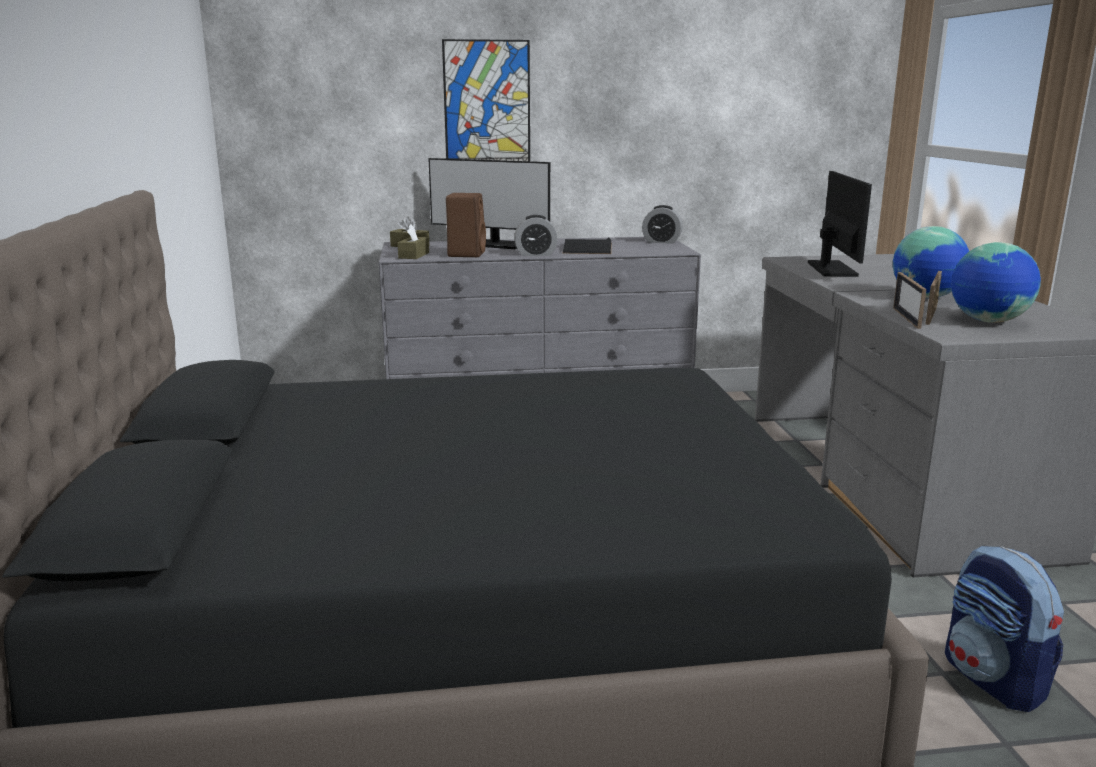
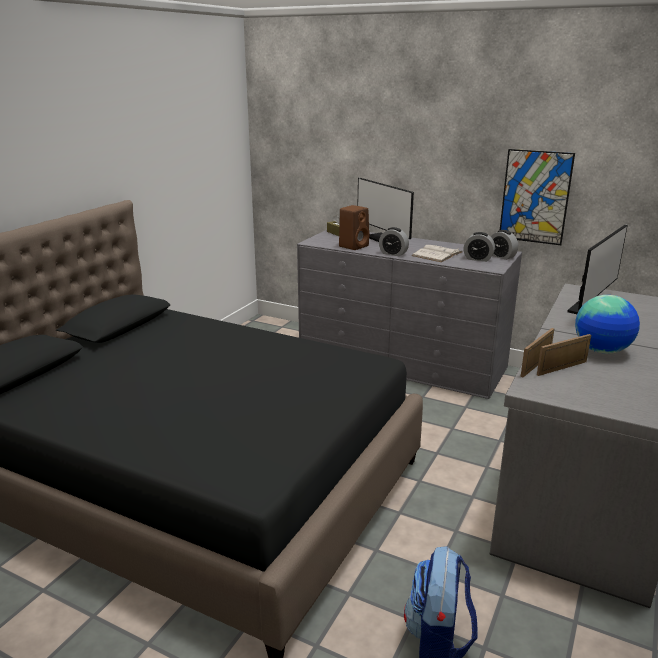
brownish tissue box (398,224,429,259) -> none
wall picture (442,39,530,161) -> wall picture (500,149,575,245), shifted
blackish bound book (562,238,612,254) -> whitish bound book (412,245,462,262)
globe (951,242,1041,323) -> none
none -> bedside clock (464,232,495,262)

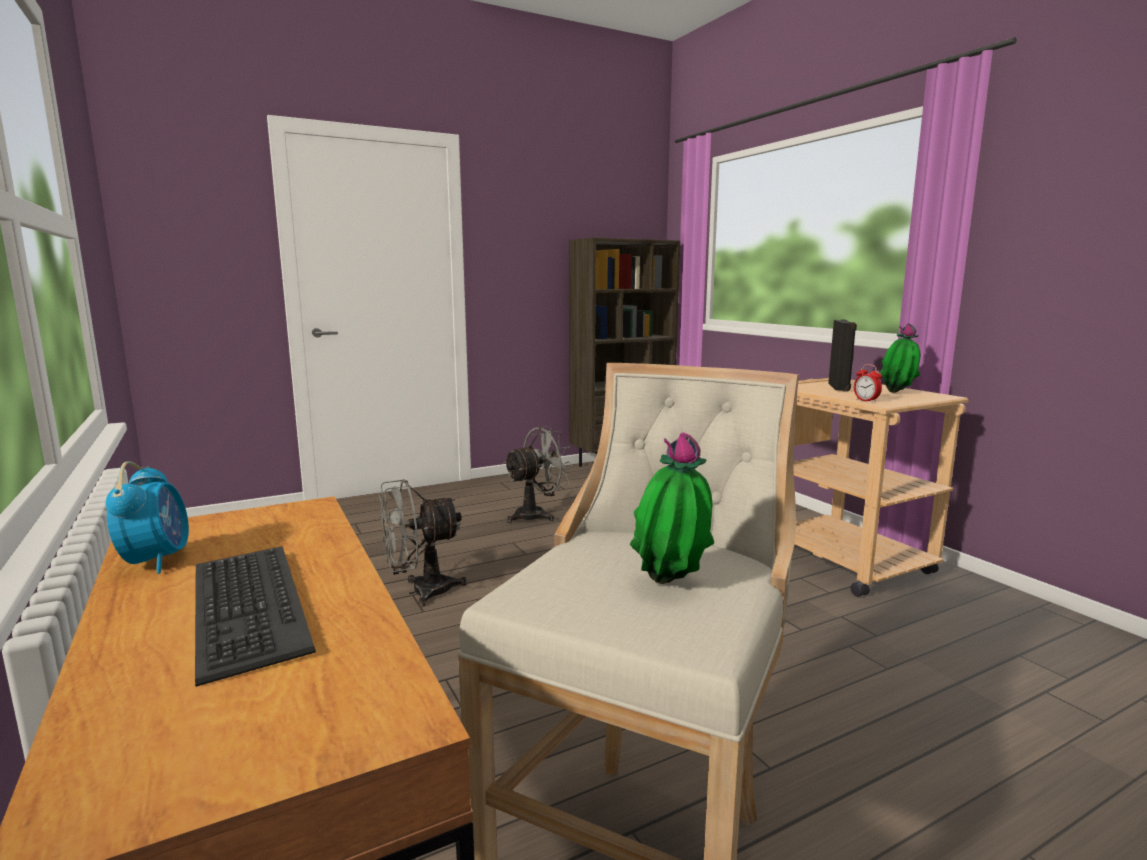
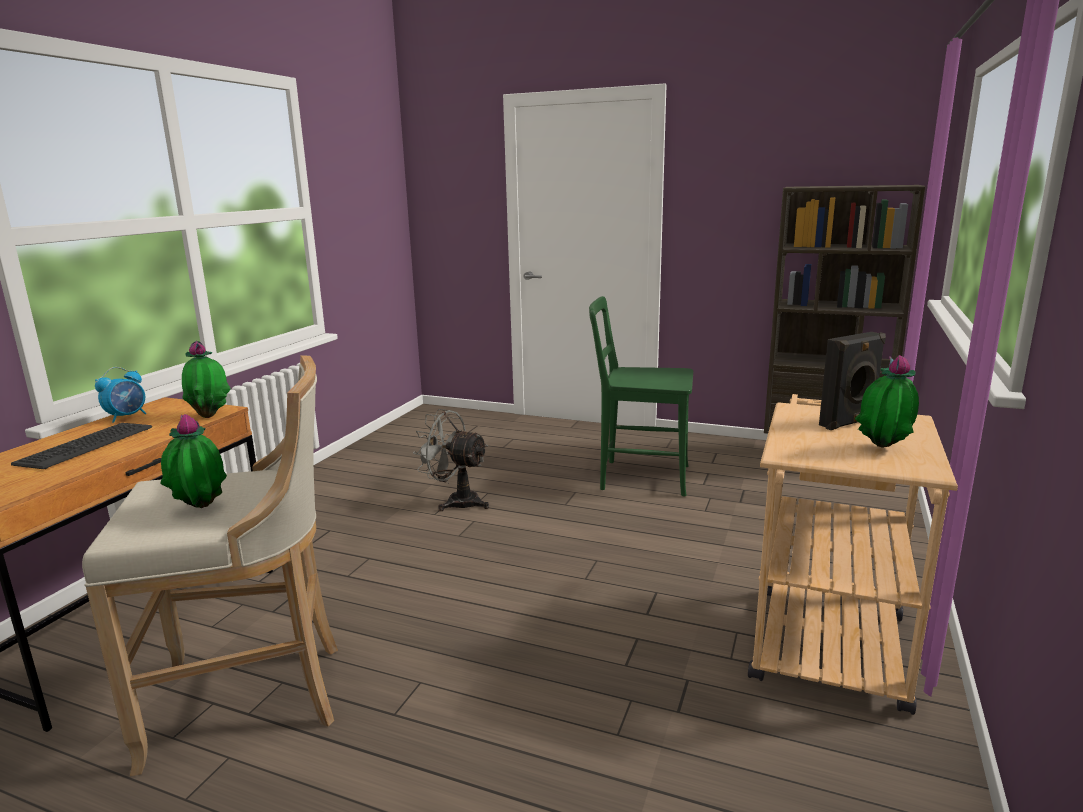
gray cooling fan (503,426,573,523) -> greenish plain chair (589,296,693,496)
bedside clock (854,364,882,403) -> none
none -> houseplant (182,341,231,418)

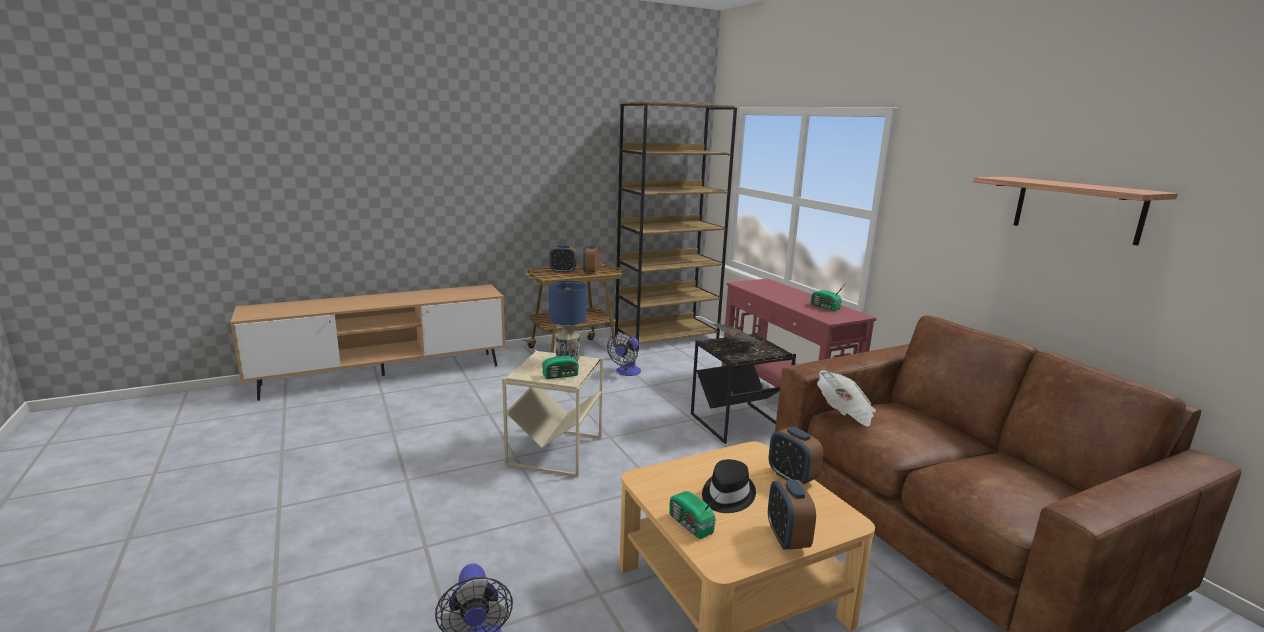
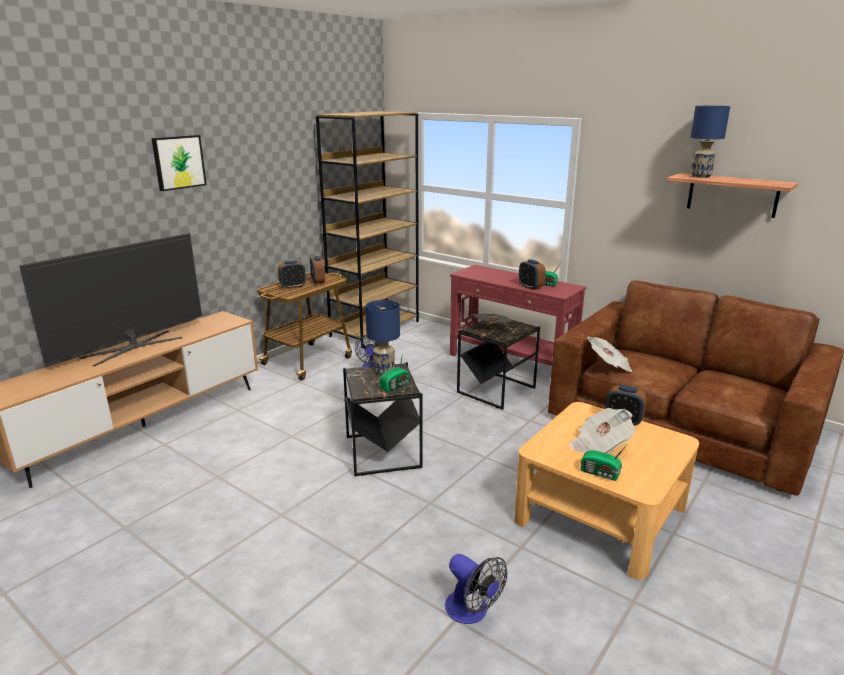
beige accent table (502,350,603,477) -> blackish accent table (343,362,422,476)
blackish clothing hat (702,459,756,513) -> printed paper (569,408,635,454)
bedside clock (768,479,816,550) -> bedside clock (519,259,546,290), shifted
none -> TV (19,233,202,366)
none -> wall picture (151,135,207,191)
none -> bluish tabletop lamp (691,106,730,178)

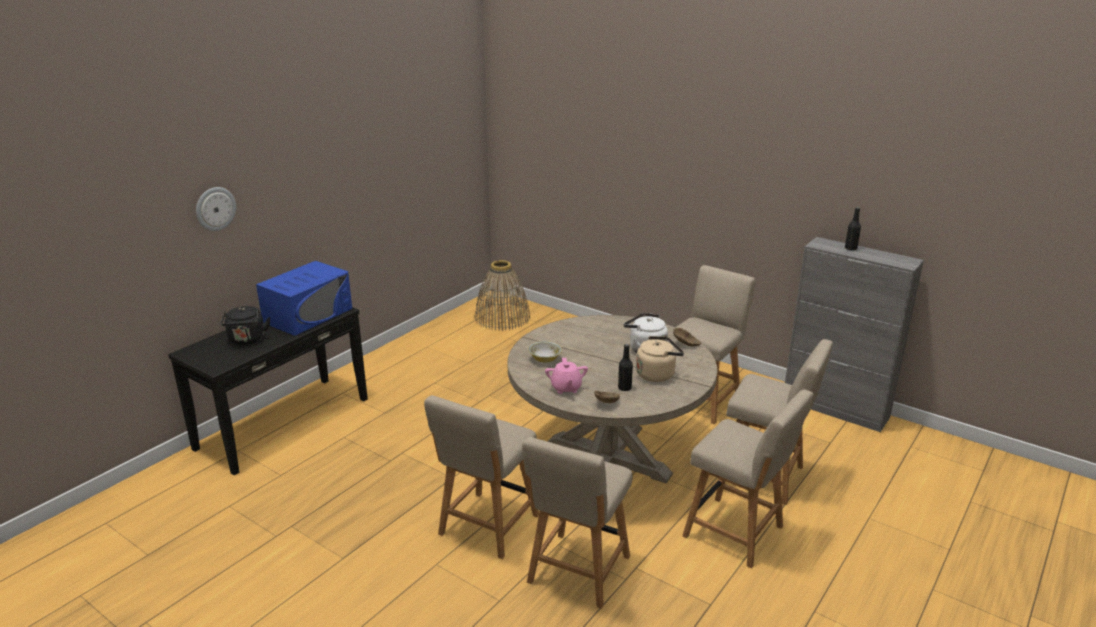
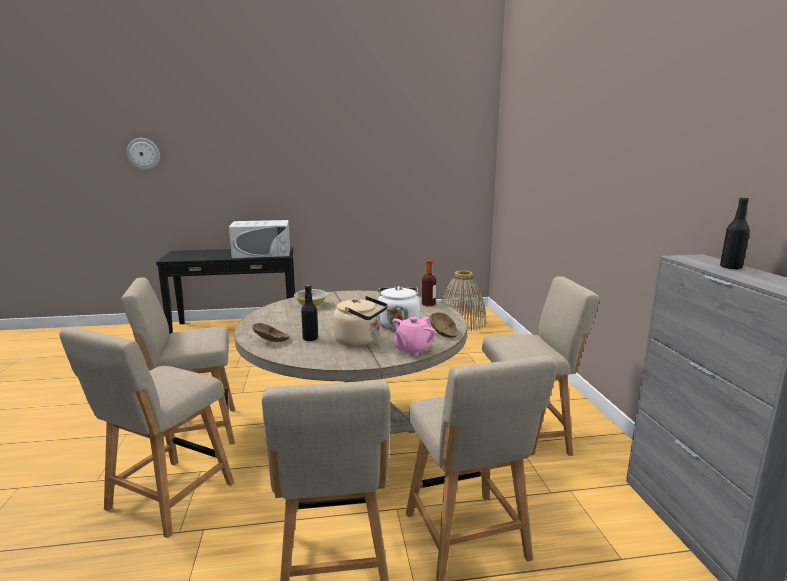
hanging clock (196,187,236,231) -> hanging clock (127,138,160,170), shifted
blackish tea kettle (221,306,271,345) -> none
bluish microwave (256,261,352,336) -> whitish microwave (229,220,290,258)
beige plain chair (522,437,632,609) -> beige plain chair (59,327,234,538), 45 degrees counterclockwise
pink-coloured tea pot (545,358,588,394) -> pink-coloured tea pot (393,316,436,356), shifted
none -> drink bottle (422,260,436,306)

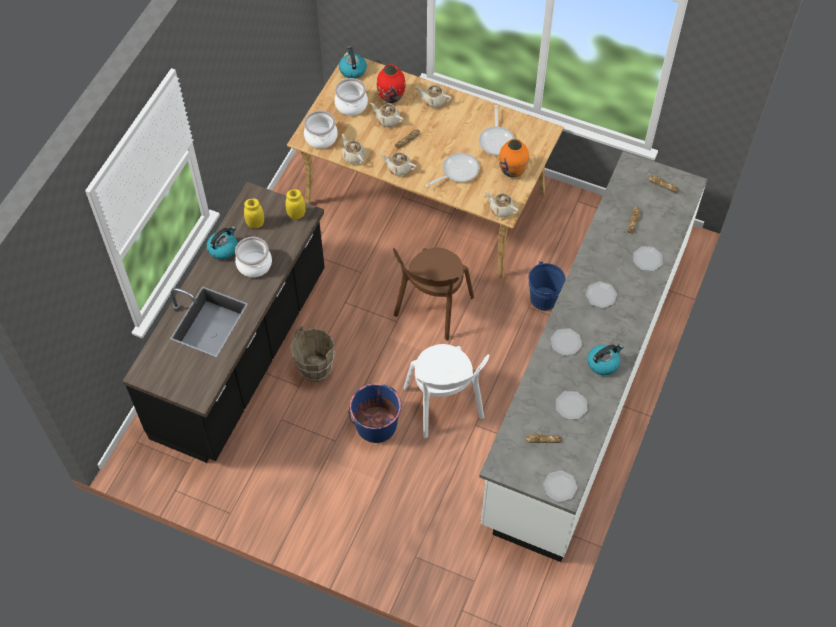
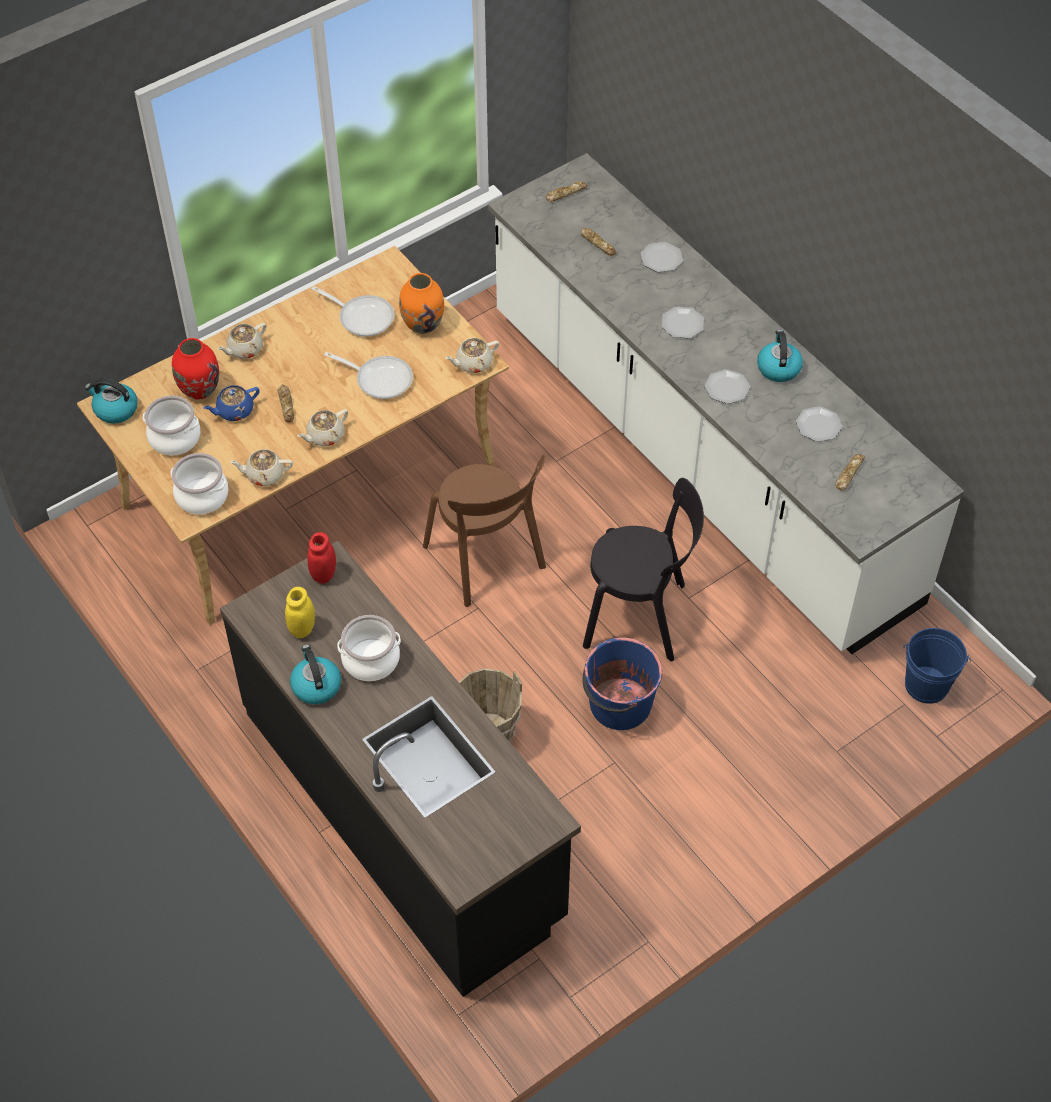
yellow preserve jar (285,189,305,219) -> red-coloured preserve jar (307,532,336,584)
beige tea pot (370,103,404,127) -> bluish tea pot (203,385,260,421)
whitish plain chair (404,344,489,438) -> blackish plain chair (583,478,704,661)
frying pan (425,153,479,187) -> frying pan (324,352,413,399), 120 degrees clockwise
bluish pail (529,261,566,311) -> bluish pail (903,628,971,704), shifted
dinner plate (543,470,578,502) -> none

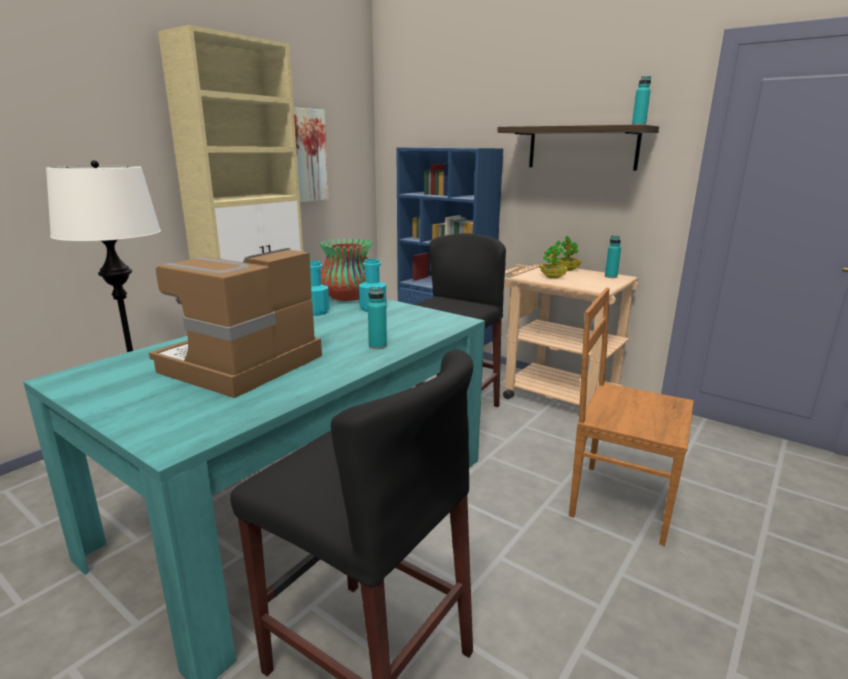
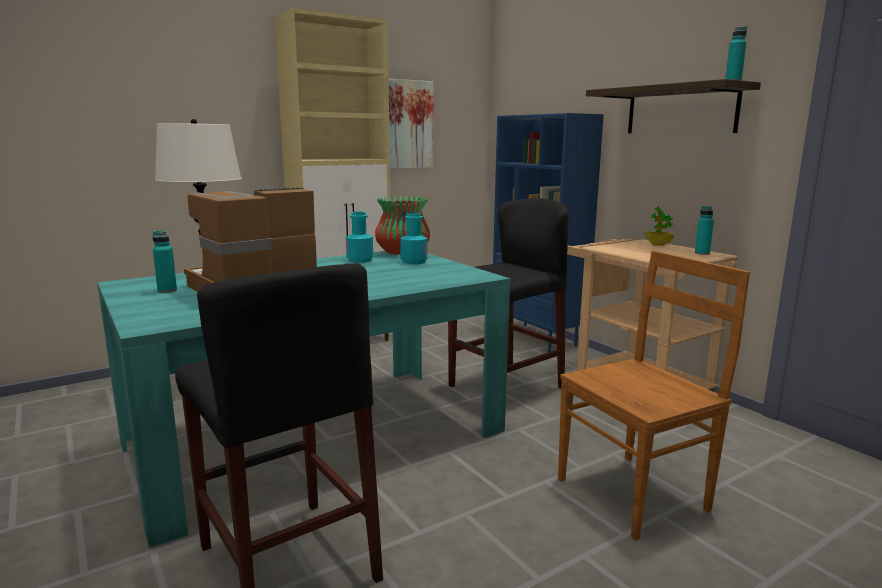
blue-green drink bottle (368,287,387,349) -> blue-green drink bottle (152,231,177,293), shifted
houseplant (539,240,568,279) -> none
brownish plain chair (569,287,694,546) -> brownish plain chair (558,251,750,541), 105 degrees clockwise

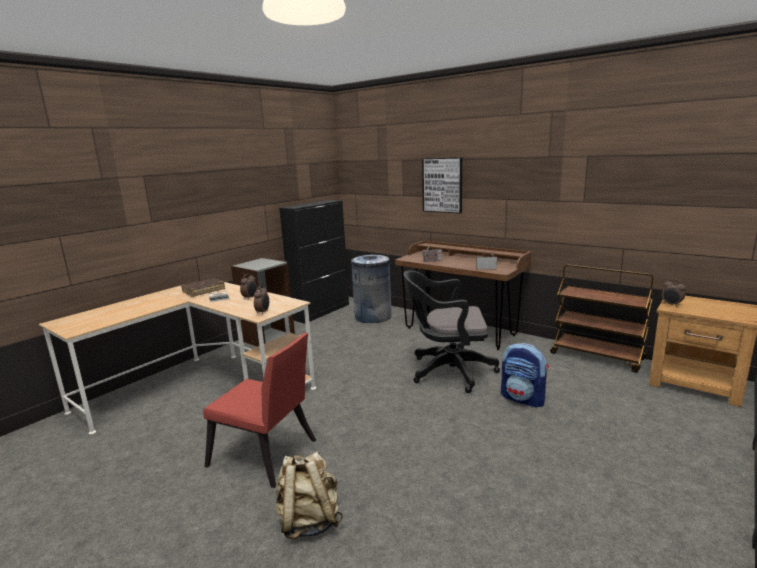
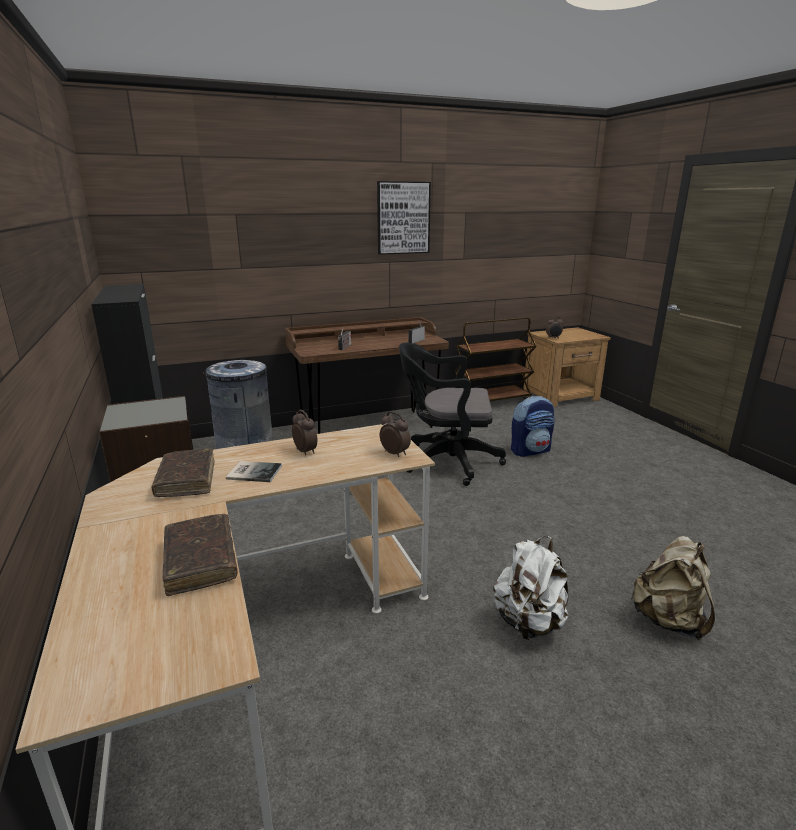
red-coloured plain chair (203,333,316,488) -> whitish knapsack (493,536,568,640)
blackish computer chair (403,270,500,393) -> blackish computer chair (399,343,506,486), 60 degrees clockwise
wall picture (422,157,462,213) -> wall picture (377,181,431,255), shifted
none -> brownish bound book (163,514,238,596)

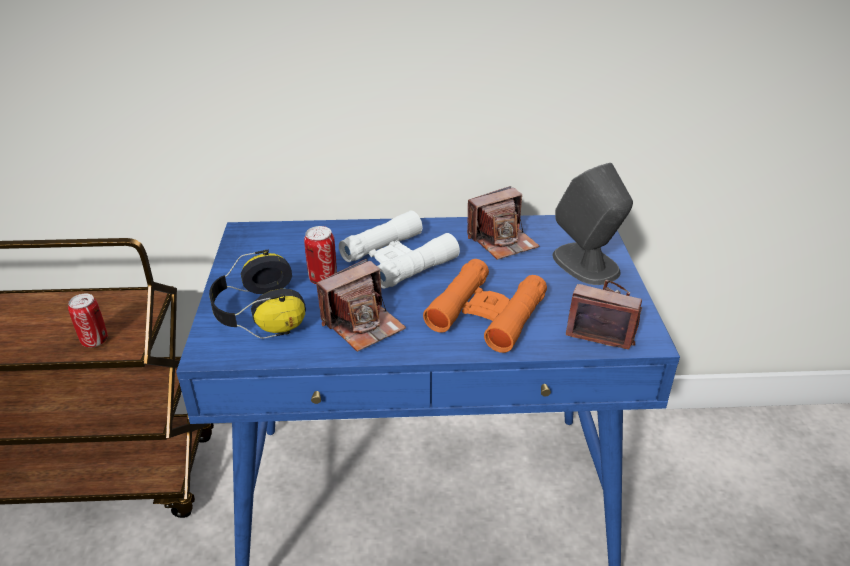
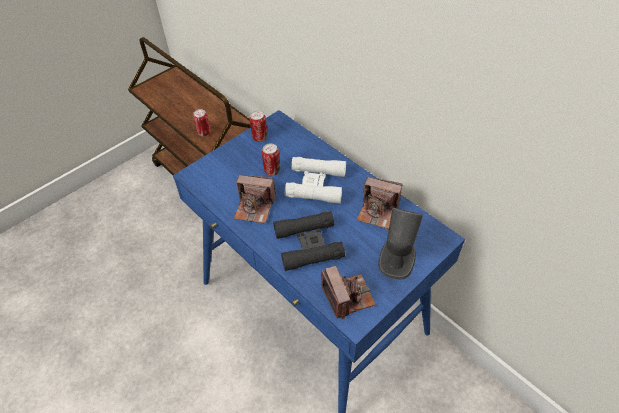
pair of headphones (209,249,306,339) -> none
orange pair of binoculars (423,259,547,353) -> blackish pair of binoculars (273,211,345,271)
none -> metal can (250,110,268,142)

